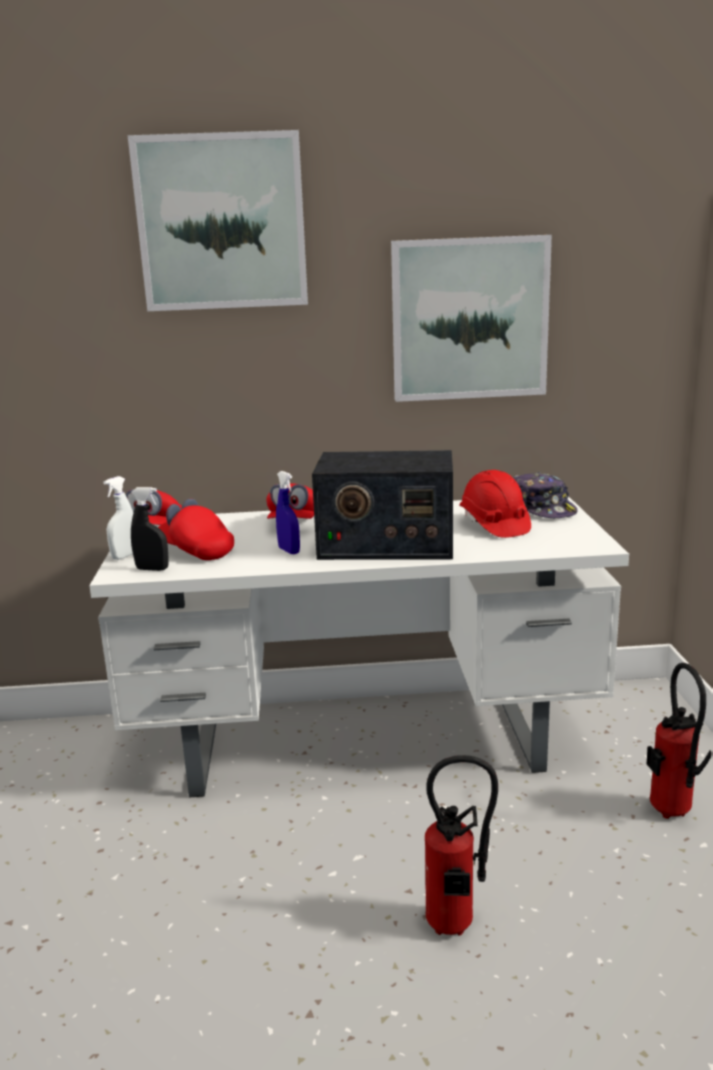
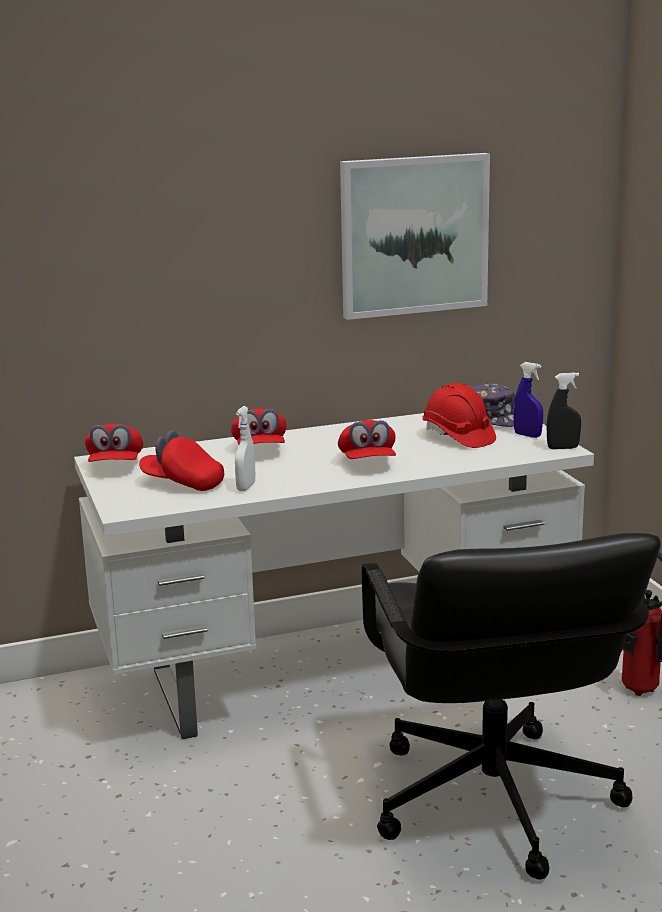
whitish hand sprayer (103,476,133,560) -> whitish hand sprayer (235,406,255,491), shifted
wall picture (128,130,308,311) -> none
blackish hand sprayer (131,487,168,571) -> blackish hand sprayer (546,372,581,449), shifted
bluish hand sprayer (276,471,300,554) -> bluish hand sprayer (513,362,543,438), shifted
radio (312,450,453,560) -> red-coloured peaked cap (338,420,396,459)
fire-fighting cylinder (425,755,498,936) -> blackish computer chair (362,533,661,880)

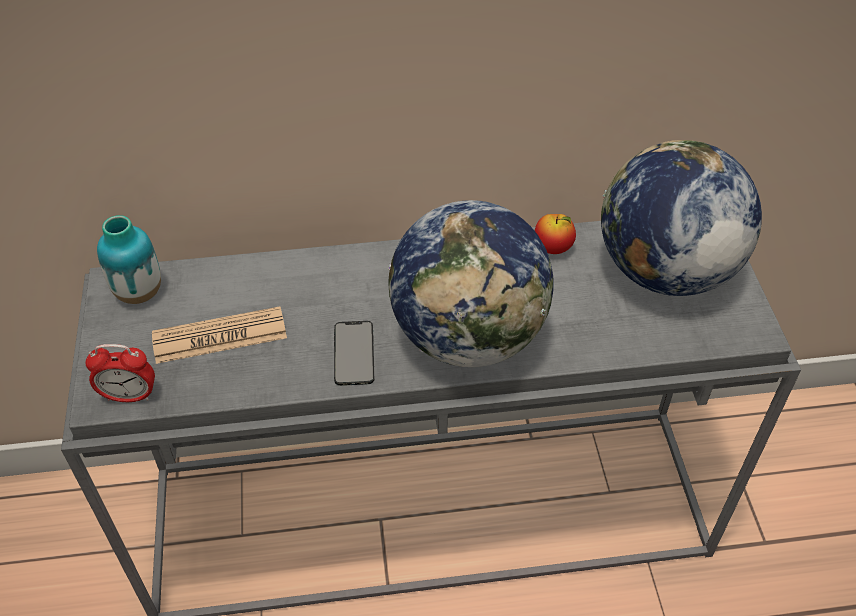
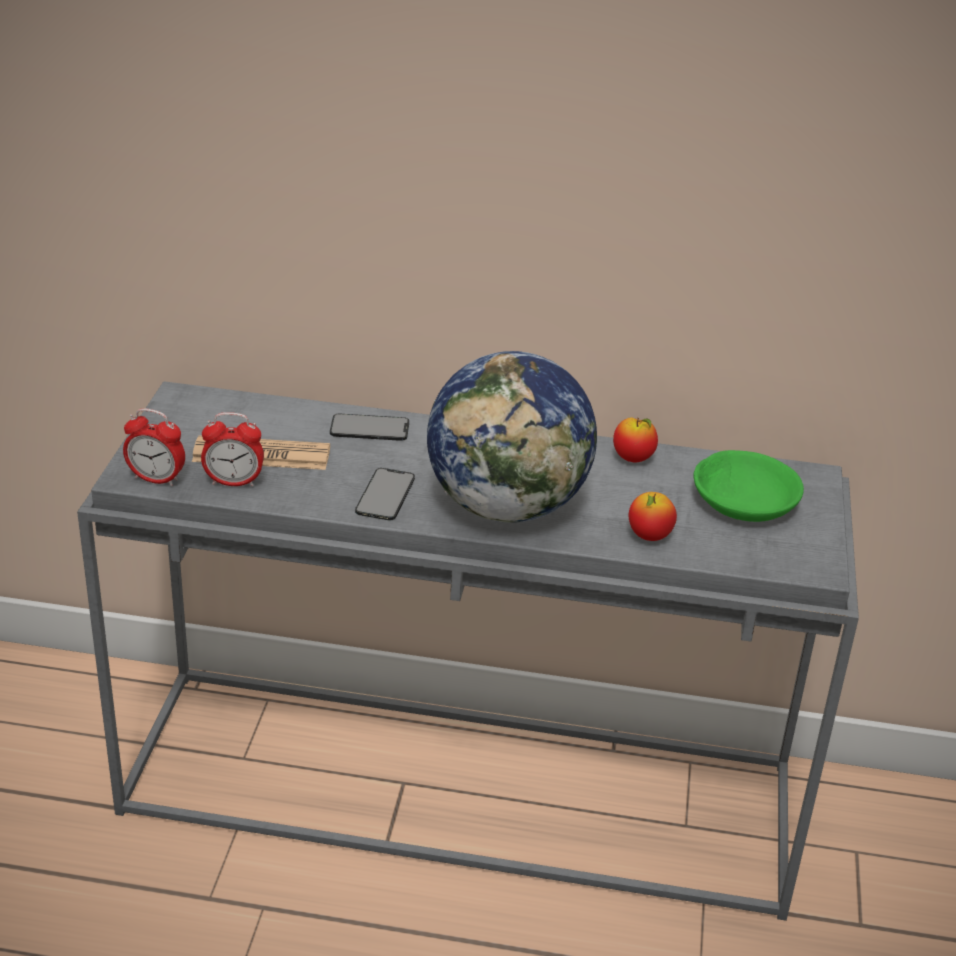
vase (97,215,161,304) -> none
globe (601,140,762,296) -> greenish serving bowl (693,450,804,522)
none -> bedside clock (201,412,264,487)
none -> phone (330,414,409,441)
none -> apple (629,492,677,541)

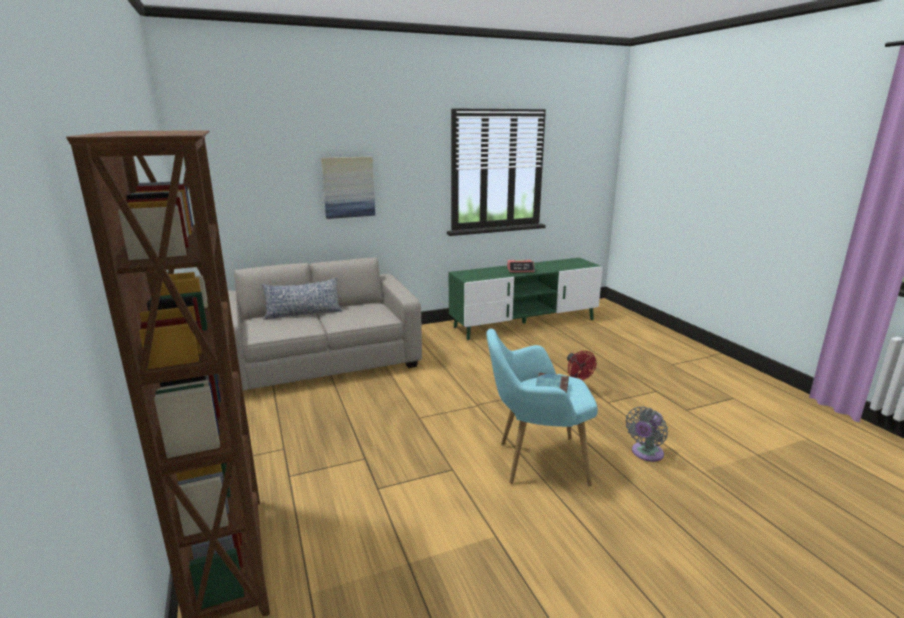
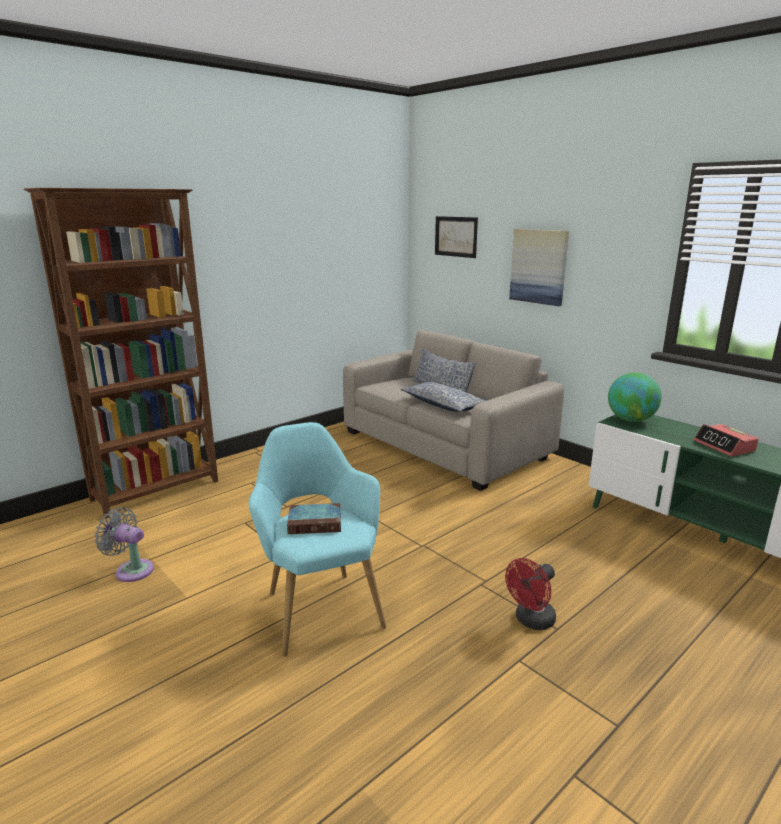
gray cooling fan (626,406,668,462) -> gray cooling fan (94,507,154,582), shifted
none -> pillow (401,382,486,412)
none -> wall picture (435,216,478,258)
none -> globe (608,372,662,422)

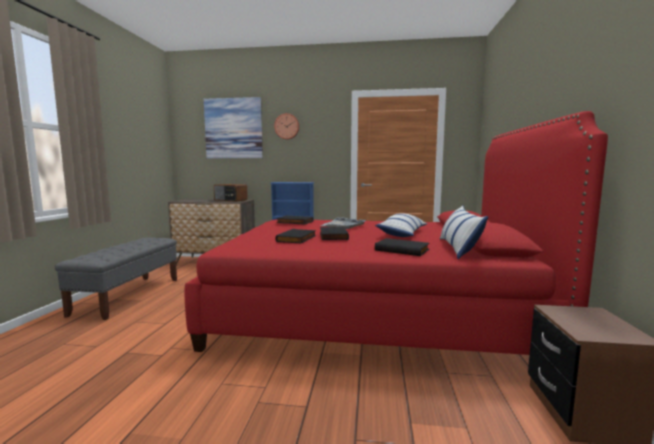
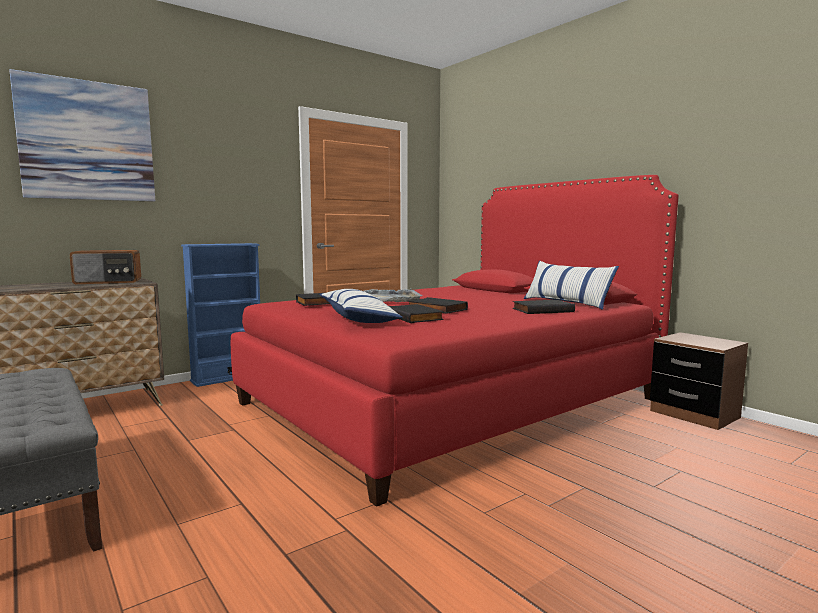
hanging clock (274,113,299,140) -> none
pillow (375,213,427,237) -> pillow (320,289,403,323), shifted

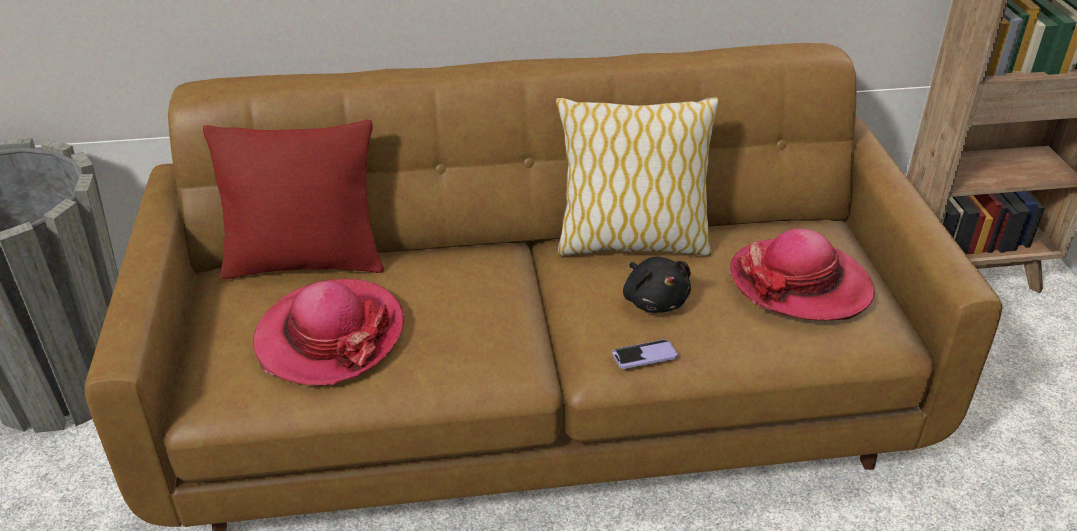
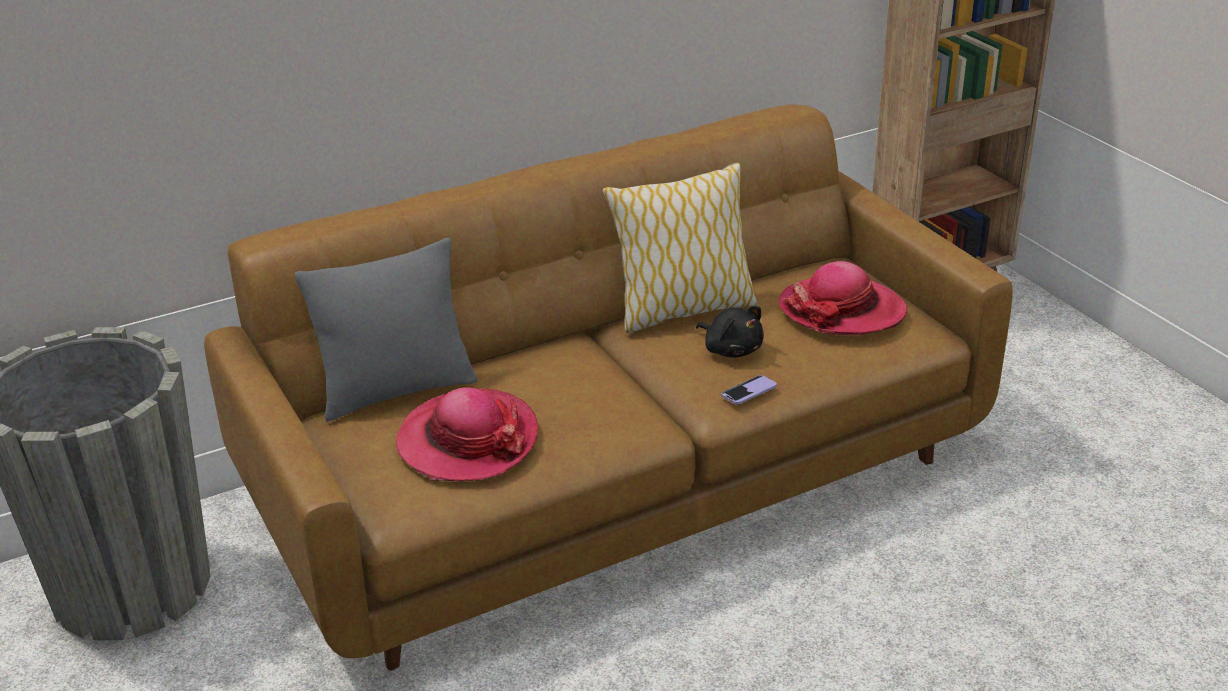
red-coloured pillow (203,120,384,279) -> gray pillow (295,238,478,422)

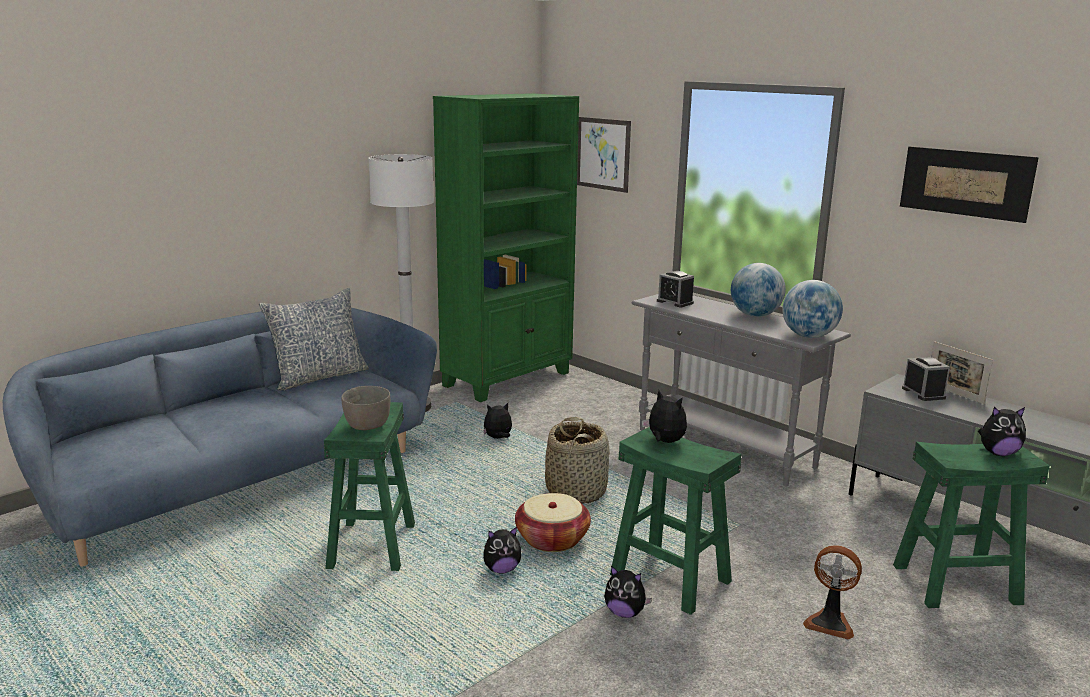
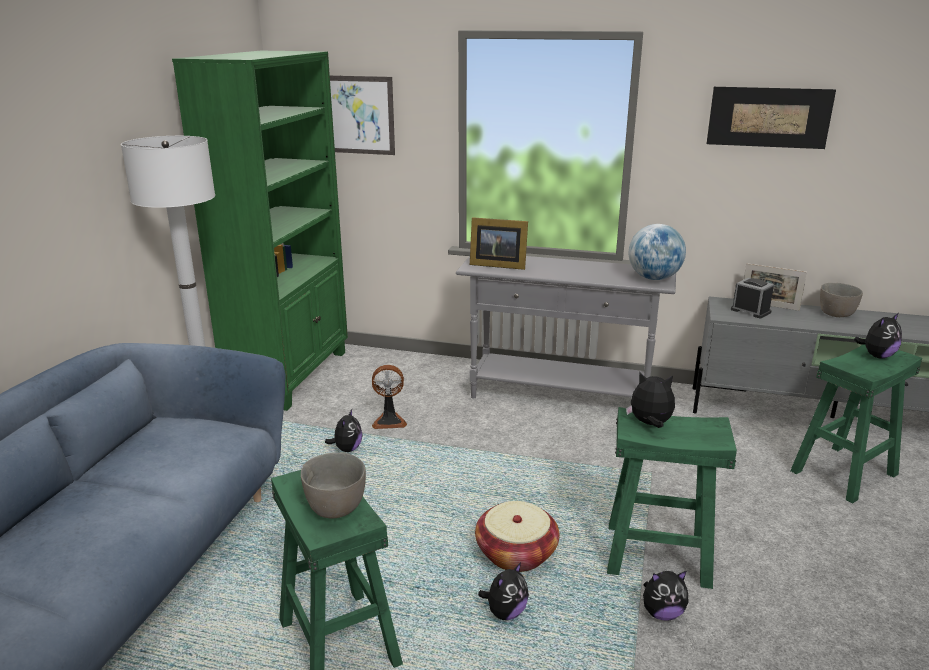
pillow (259,288,369,391) -> none
soft toy (483,403,512,439) -> soft toy (325,409,363,452), 150 degrees clockwise
storage basket (545,417,610,504) -> none
bedside clock (657,271,694,307) -> photo frame (470,217,528,270)
globe (731,263,786,317) -> none
cooling fan (803,545,862,640) -> cooling fan (372,365,407,429), shifted
none -> gray serving bowl (820,283,863,317)

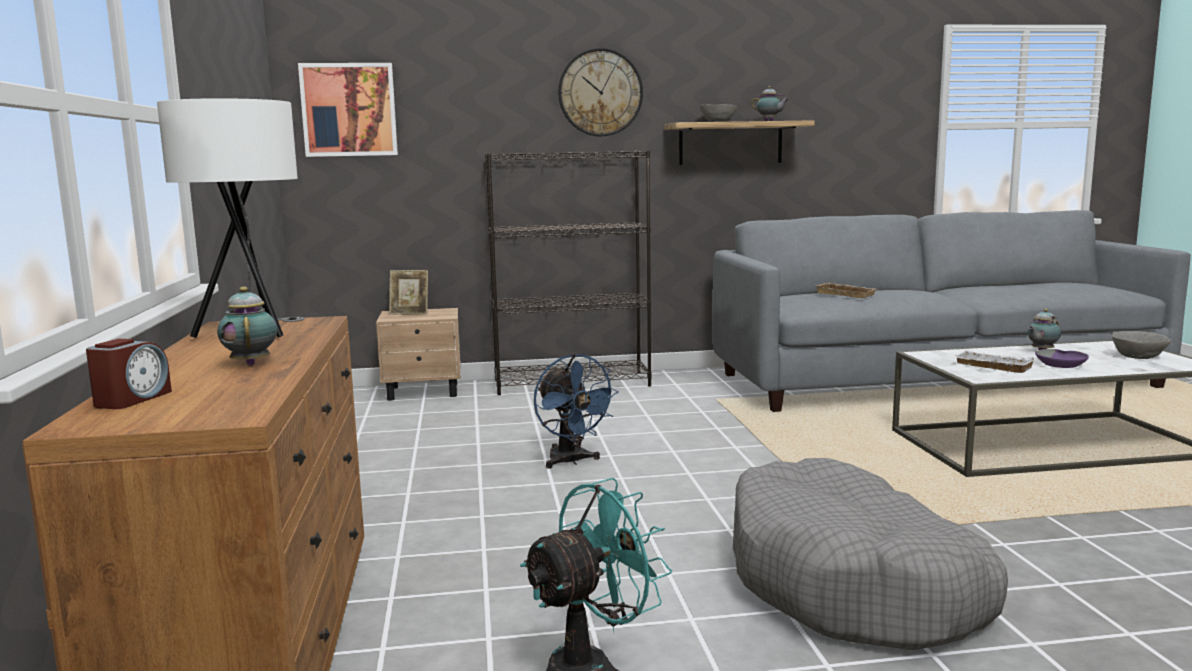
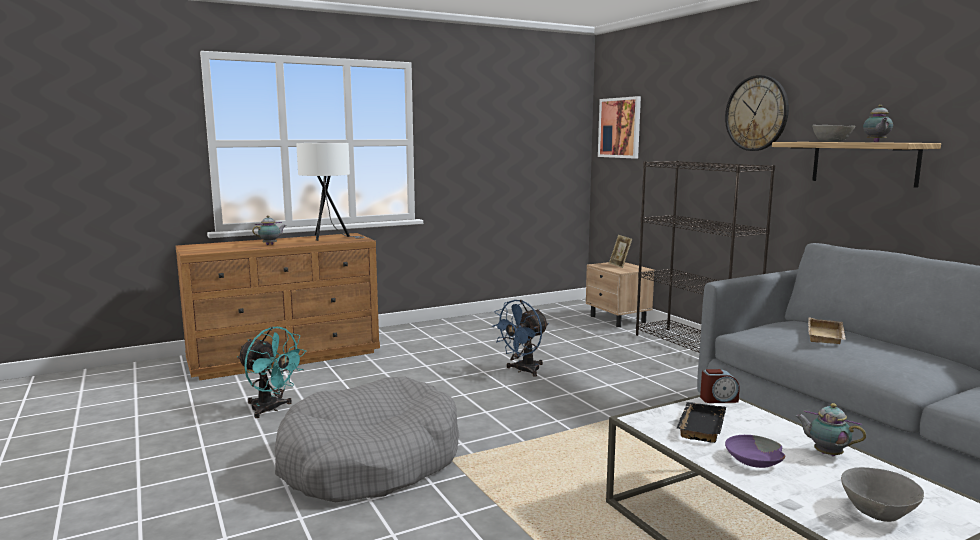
bedside clock (86,339,172,409) -> bedside clock (700,369,740,403), shifted
whitish tray (953,350,1037,373) -> blackish tray (677,402,726,443)

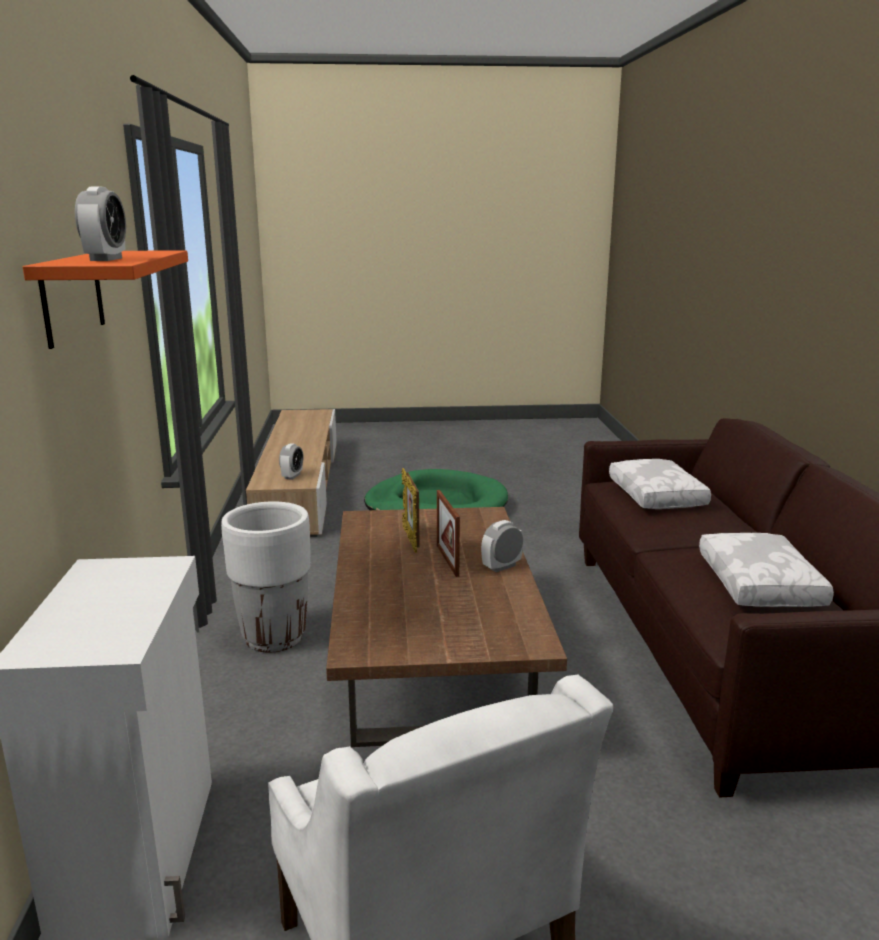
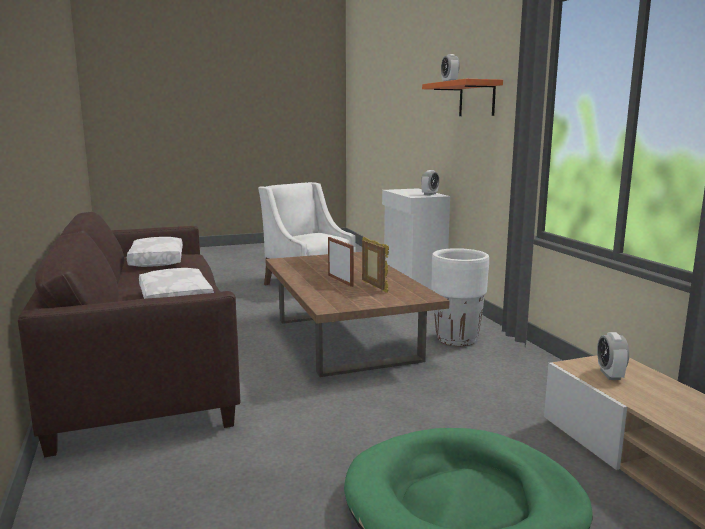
bedside clock (481,520,524,572) -> bedside clock (421,170,439,195), shifted

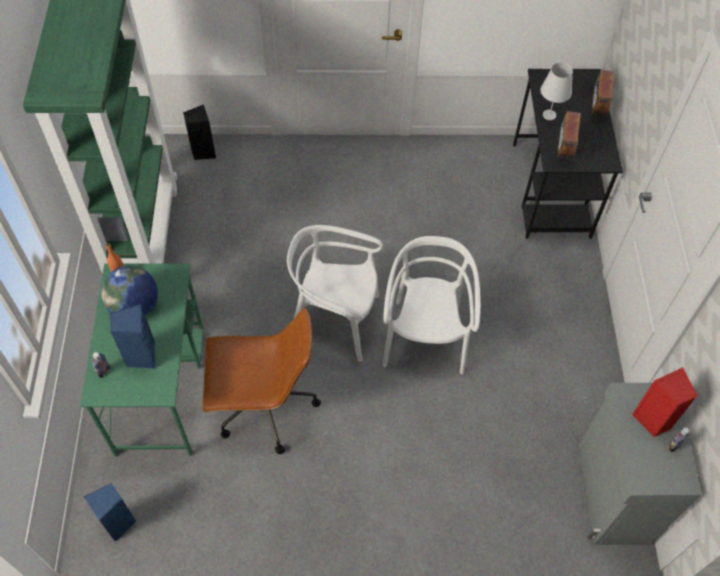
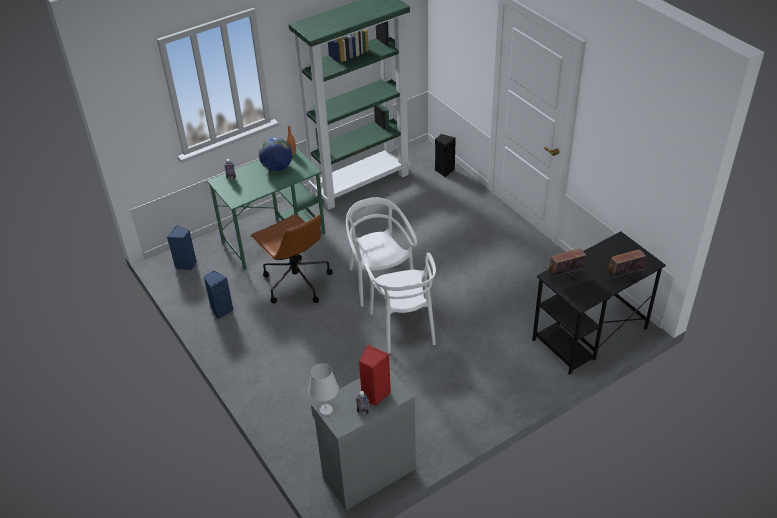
bluish audio speaker (110,304,156,369) -> bluish audio speaker (203,271,234,319), shifted
whitish plain chair (383,236,481,374) -> whitish plain chair (364,253,436,354), 105 degrees clockwise
whitish tabletop lamp (540,63,573,120) -> whitish tabletop lamp (308,363,339,415), shifted

